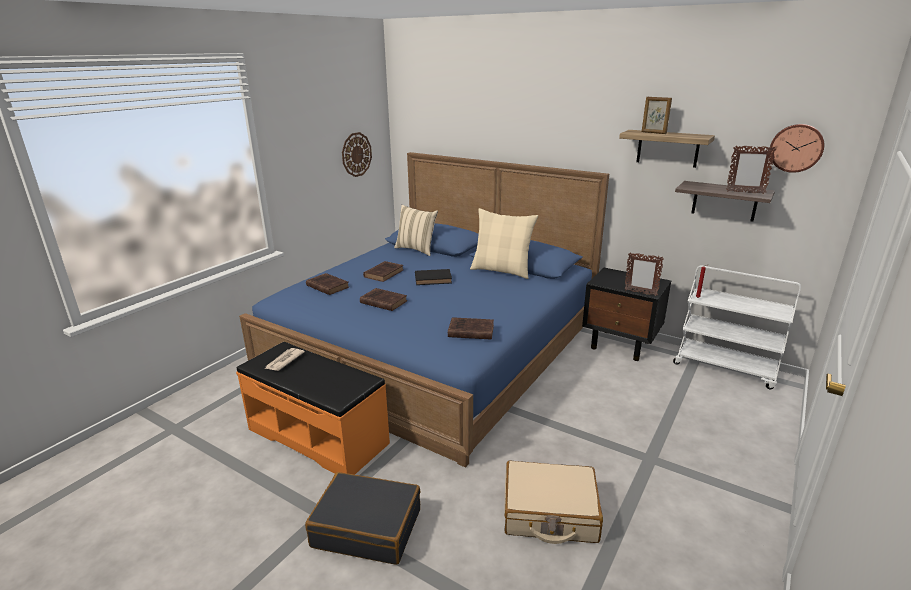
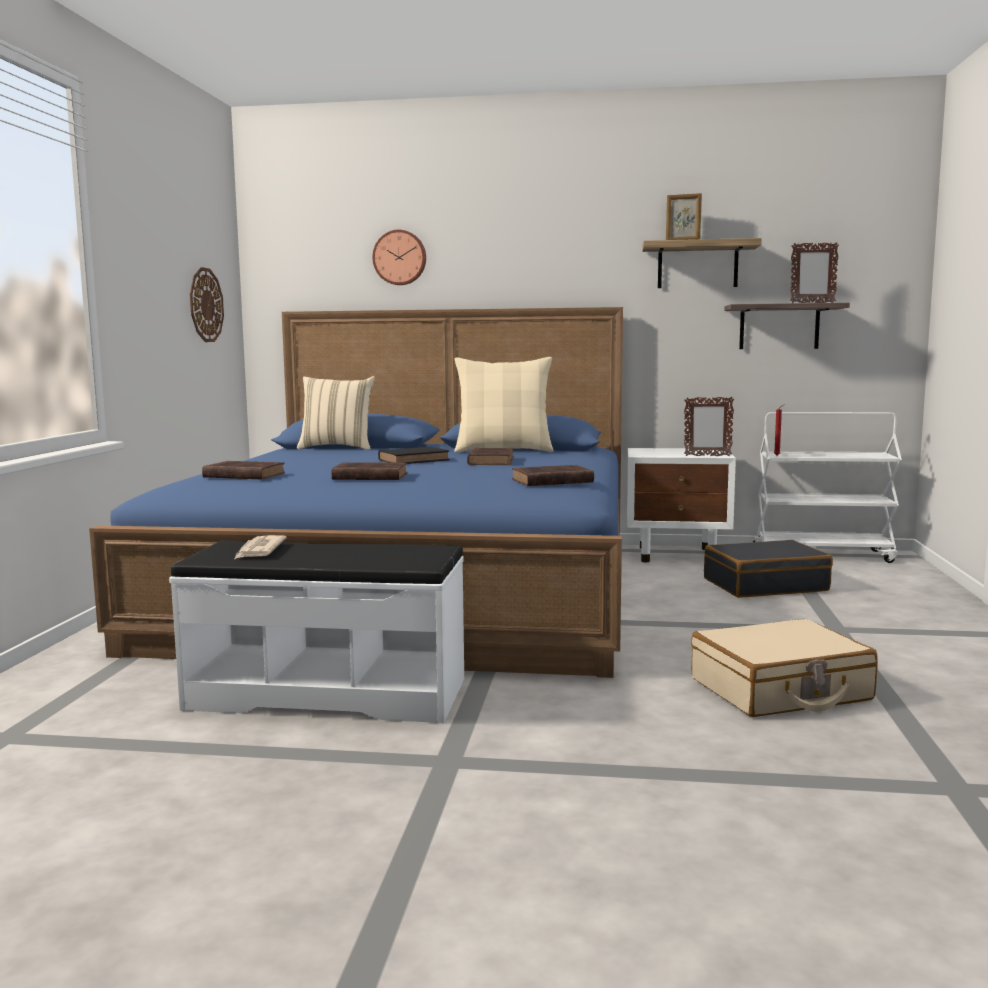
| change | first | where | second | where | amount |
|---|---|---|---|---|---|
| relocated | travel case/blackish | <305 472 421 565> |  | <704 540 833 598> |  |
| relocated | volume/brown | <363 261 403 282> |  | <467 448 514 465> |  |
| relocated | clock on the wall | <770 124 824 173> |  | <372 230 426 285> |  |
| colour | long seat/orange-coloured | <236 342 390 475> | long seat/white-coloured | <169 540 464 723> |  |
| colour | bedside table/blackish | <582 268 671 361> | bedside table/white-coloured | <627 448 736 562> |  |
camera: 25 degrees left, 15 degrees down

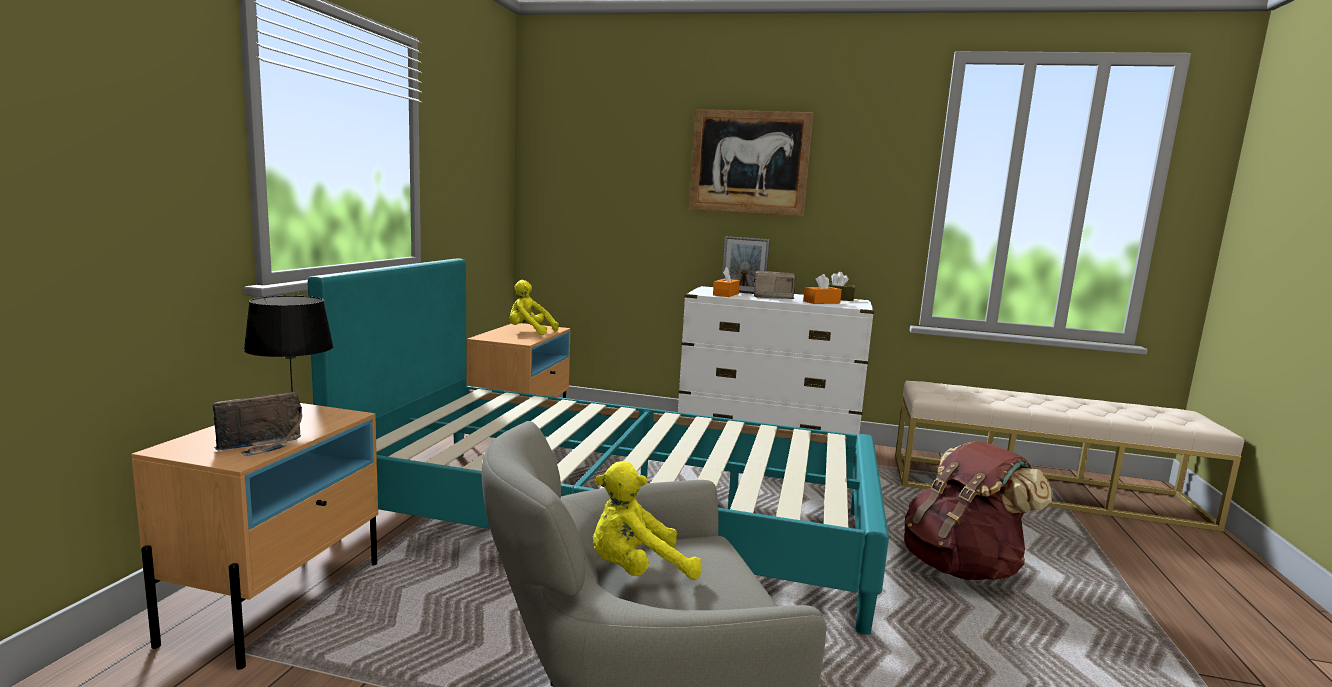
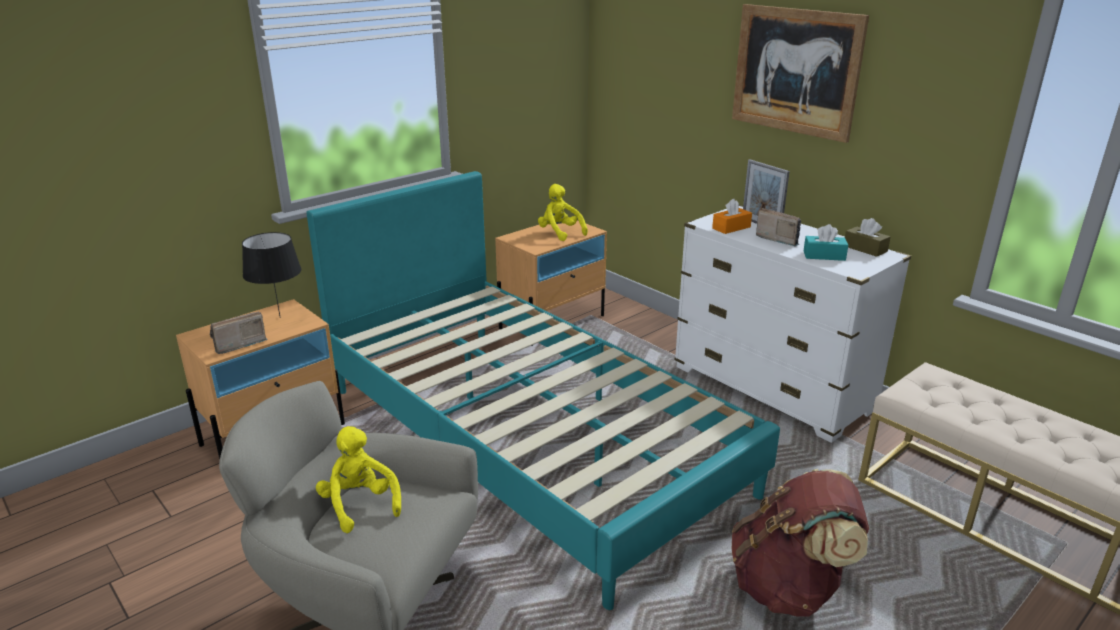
| change | first | where | second | where | amount |
|---|---|---|---|---|---|
| colour | box of tissues/orange-coloured | <803 274 842 304> | box of tissues/turquoise-coloured | <804 224 848 261> |  |
| spun | radio | <213 392 302 456> |  | <210 312 268 354> | 150 degrees clockwise |
| spun | cuddly toy/yellowish | <593 461 701 580> |  | <316 426 401 533> | 45 degrees clockwise |
camera: 35 degrees right, 15 degrees up

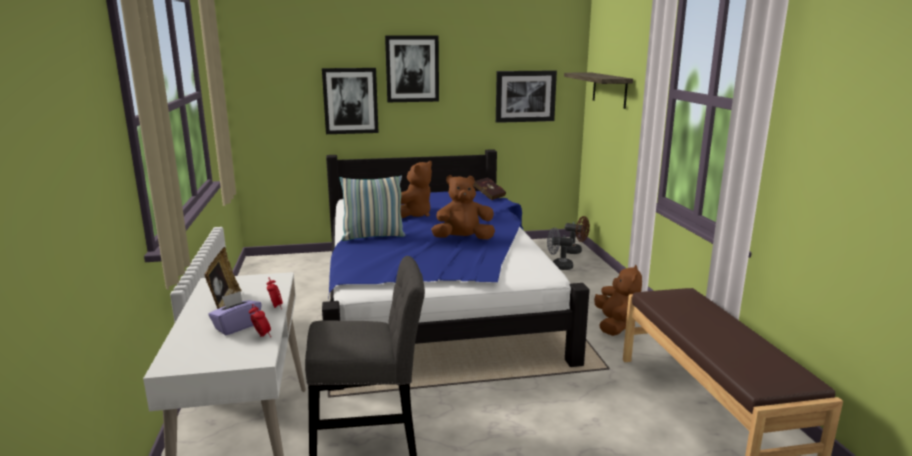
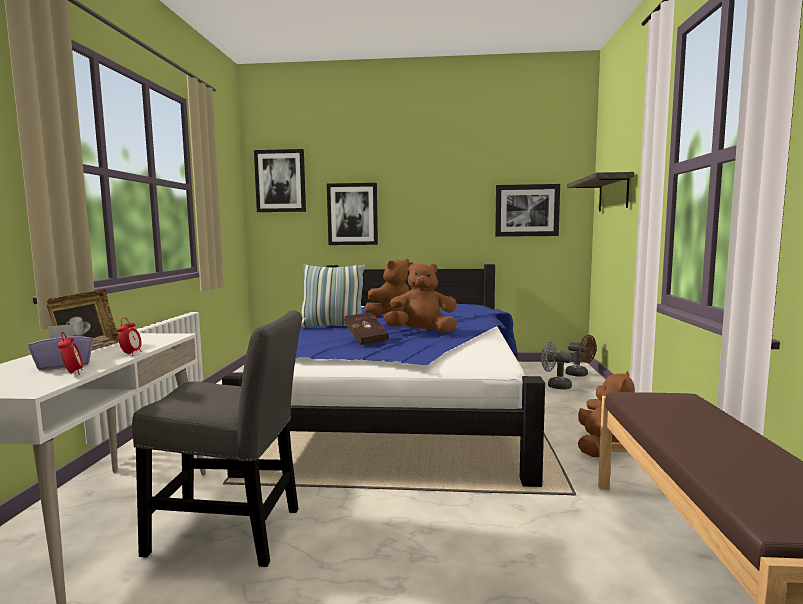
| change | first | where | second | where | amount |
|---|---|---|---|---|---|
| relocated | picture | <385 36 439 102> |  | <254 149 306 212> |  |
| relocated | volume/reddish | <473 177 506 200> |  | <344 312 389 345> |  |
camera: 15 degrees right, 10 degrees down

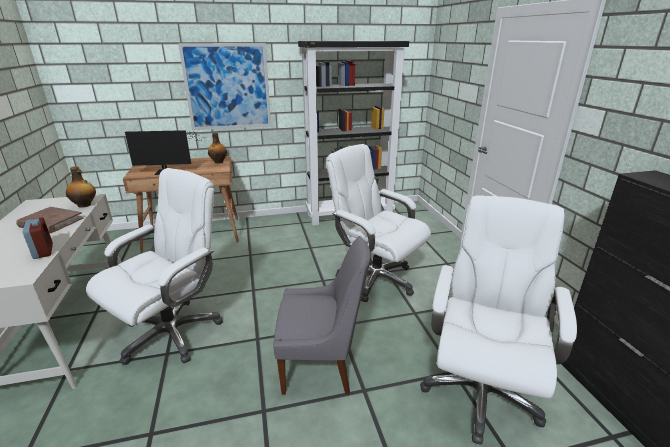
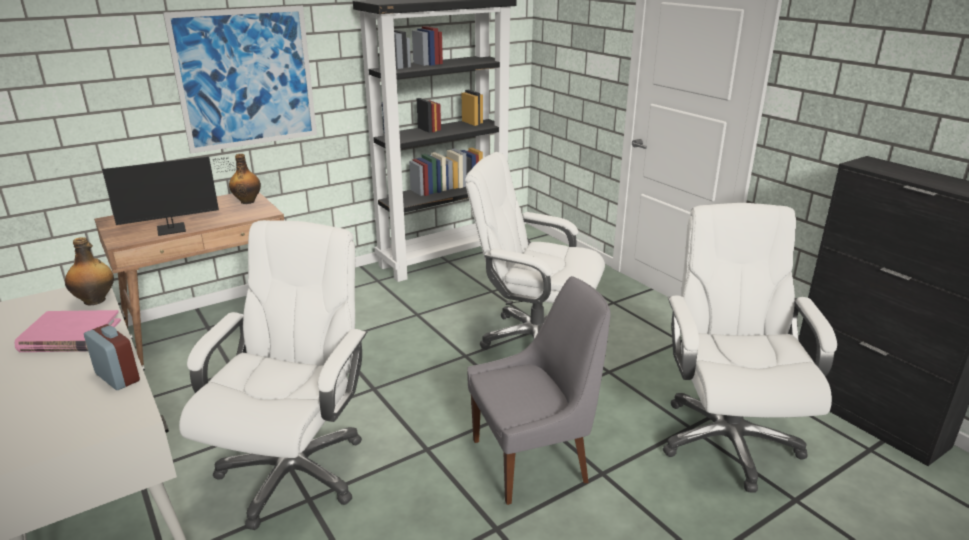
| change | first | where | second | where | amount |
|---|---|---|---|---|---|
| colour | volume/brown | <16 207 84 233> | volume/pink | <15 310 121 352> |  |
camera: 20 degrees left, 0 degrees up

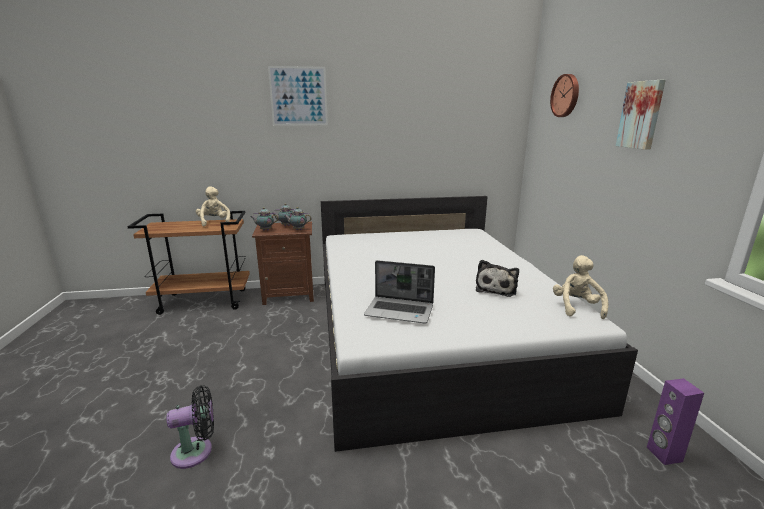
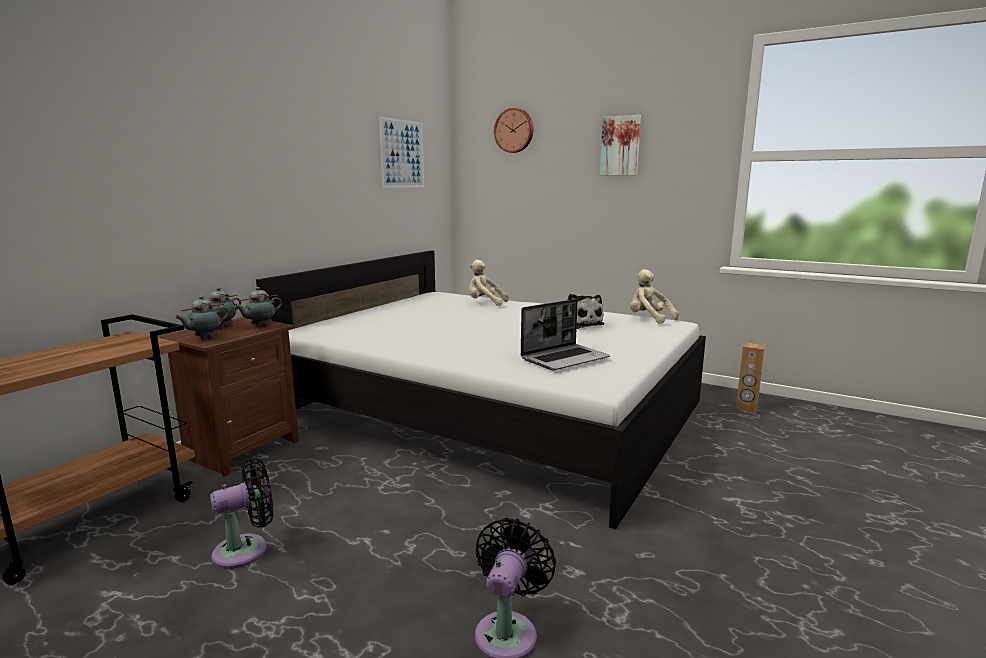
| change | first | where | second | where | amount |
|---|---|---|---|---|---|
| appeared |  |  | cooling fan/blackish | <210 458 273 569> |  |
| relocated | cuddly toy/beige | <196 186 230 226> |  | <469 260 509 306> |  |
| relocated | picture | <268 66 328 126> |  | <379 116 424 188> |  |
| colour | audio speaker/purplish | <647 378 704 465> | audio speaker/brown | <736 342 765 413> |  |
camera: 50 degrees left, 5 degrees down

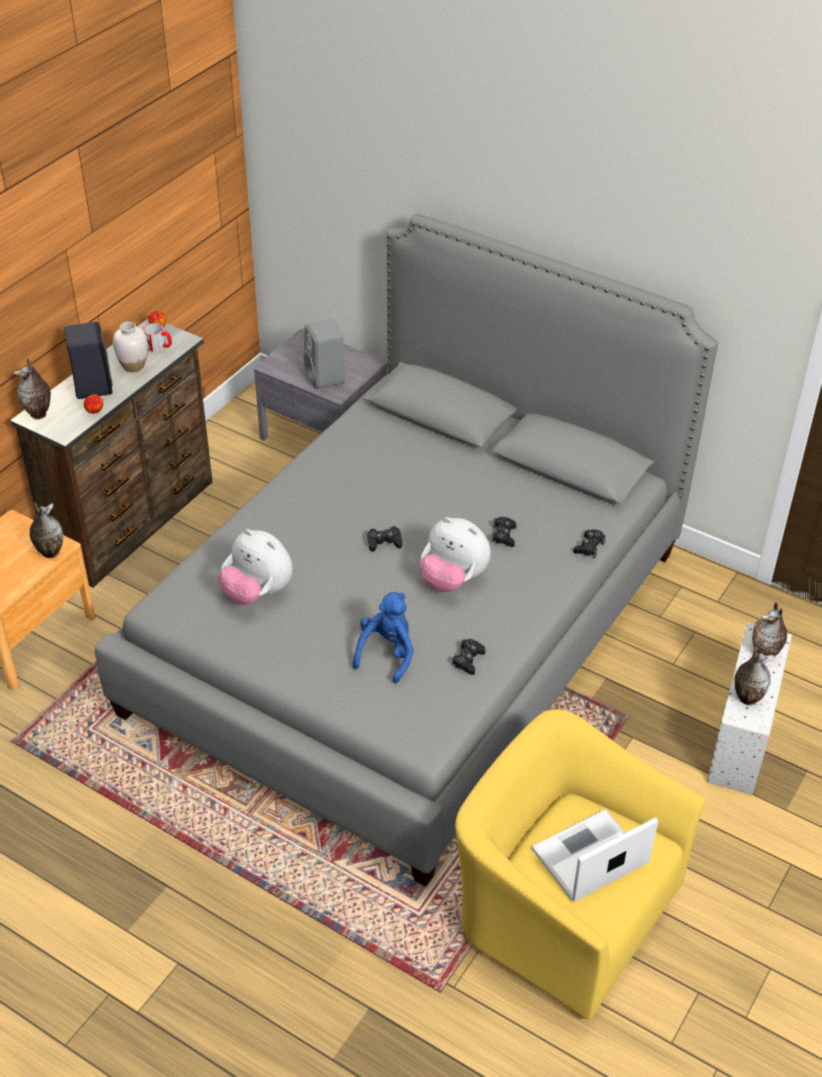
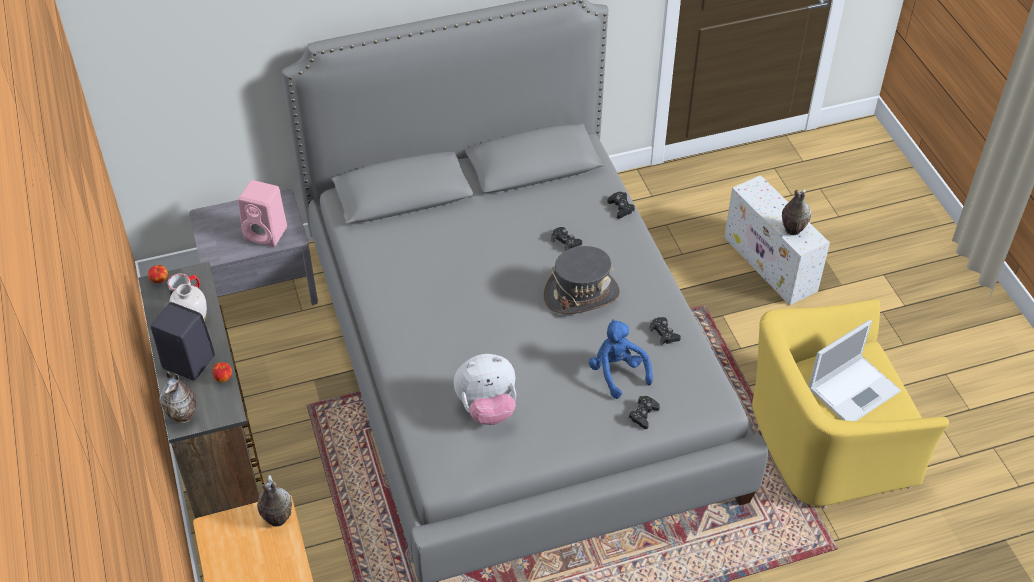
| change | first | where | second | where | amount |
|---|---|---|---|---|---|
| missing | flower vase | <752 602 787 656> |  |  |  |
| relocated | joypad/blackish | <367 526 402 552> |  | <629 396 660 429> |  |
| exchanged | cuddly toy | <419 517 491 592> | wearable hat/grey | <544 246 620 314> |  |
| colour | audio speaker/grey | <303 319 345 389> | audio speaker/pink | <238 180 287 247> |  |
| spun | portable computer | <532 809 658 902> |  | <809 320 901 421> | 135 degrees counterclockwise |
camera: 50 degrees left, 5 degrees up

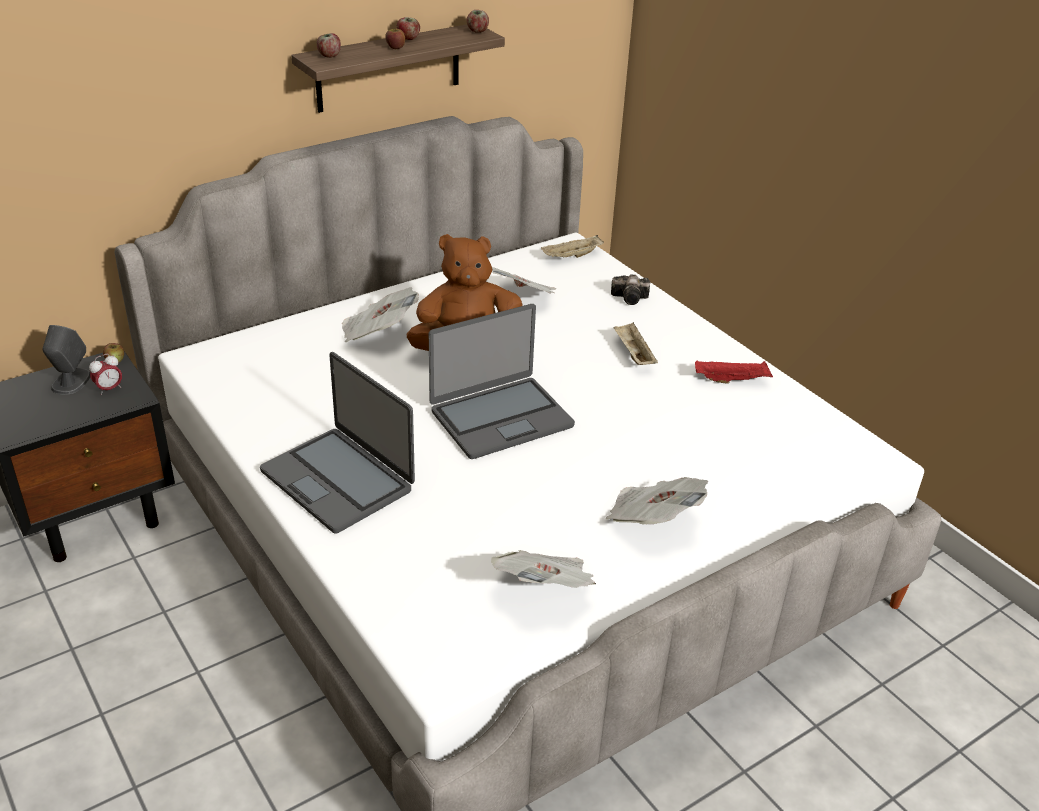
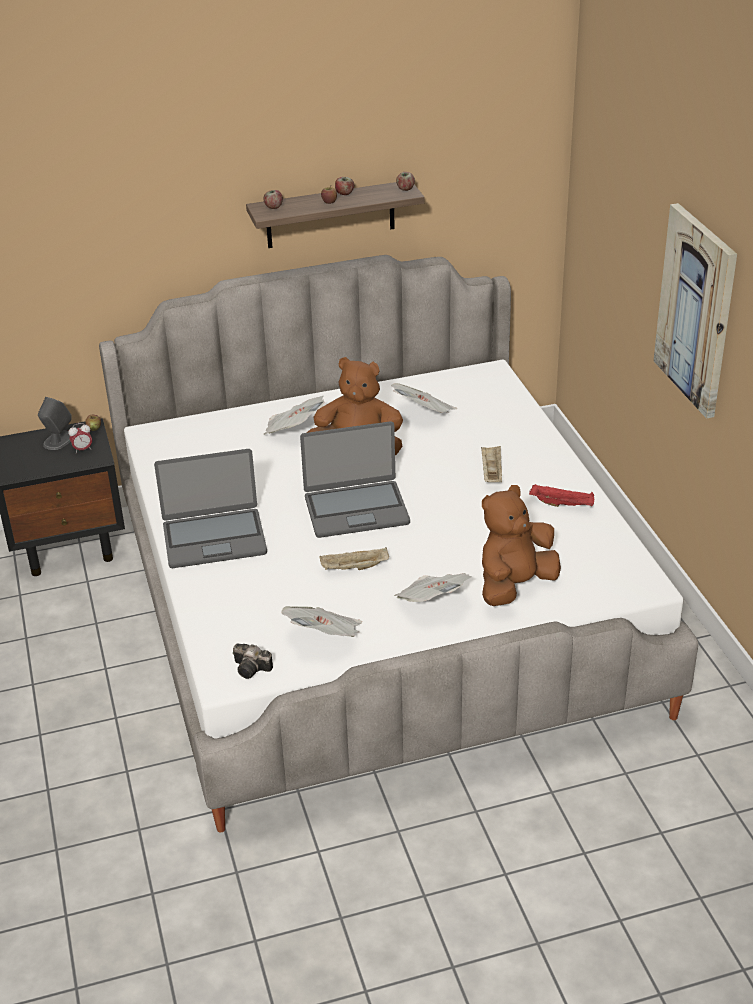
| change | first | where | second | where | amount |
|---|---|---|---|---|---|
| appeared |  |  | cuddly toy/brown | <482 485 561 606> |  |
| appeared |  |  | picture | <653 203 737 419> |  |
| relocated | carrying tray/beige | <541 235 604 258> |  | <319 547 389 570> |  |
| relocated | still camera | <611 274 650 305> |  | <233 643 273 679> |  |
| spun | portable computer | <260 352 415 533> |  | <154 449 267 568> | 75 degrees counterclockwise |
camera: 20 degrees right, 0 degrees up

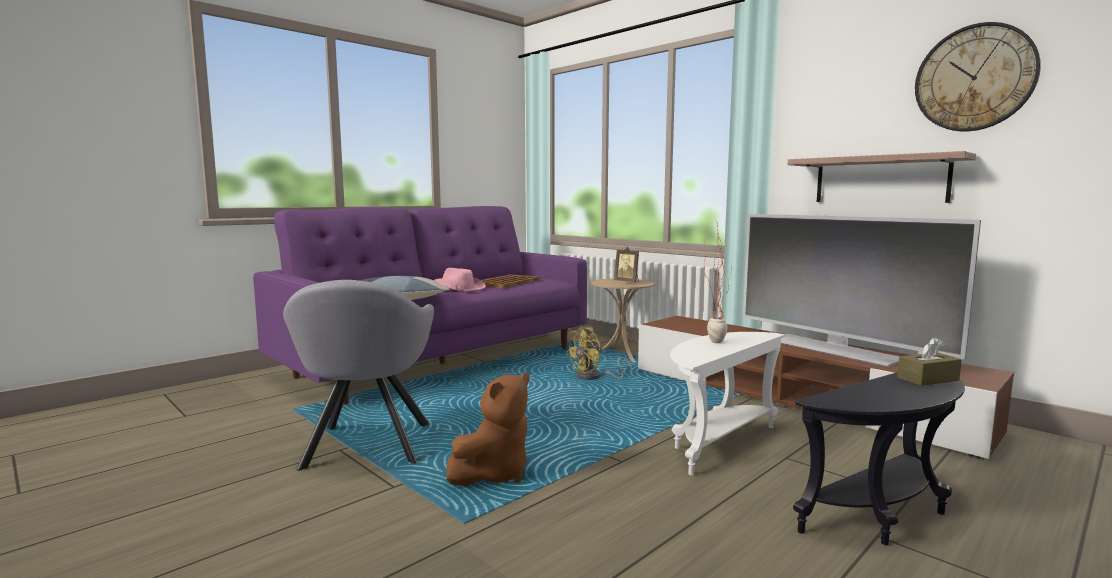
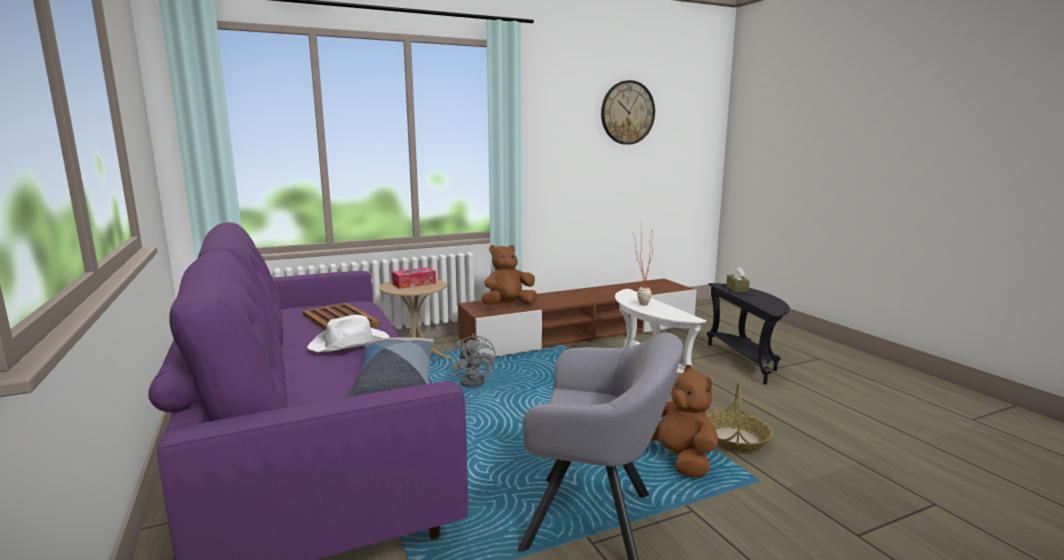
| change | first | where | second | where | amount |
|---|---|---|---|---|---|
| missing | TV set | <743 214 981 367> |  |  |  |
| missing | bracket shelf | <788 151 976 203> |  |  |  |
| appeared |  |  | cuddly toy/brown | <481 245 537 305> |  |
| appeared |  |  | storage basket | <706 382 773 453> |  |
| exchanged | standing frame | <614 247 639 282> | box of tissues | <392 267 436 289> |  |
| colour | wearable hat/pink | <434 268 486 291> | wearable hat/white-coloured | <307 315 390 352> |  |
| colour | cooling fan/yellowish | <566 327 632 380> | cooling fan/grey | <451 334 496 387> |  |
camera: 70 degrees left, 5 degrees up

